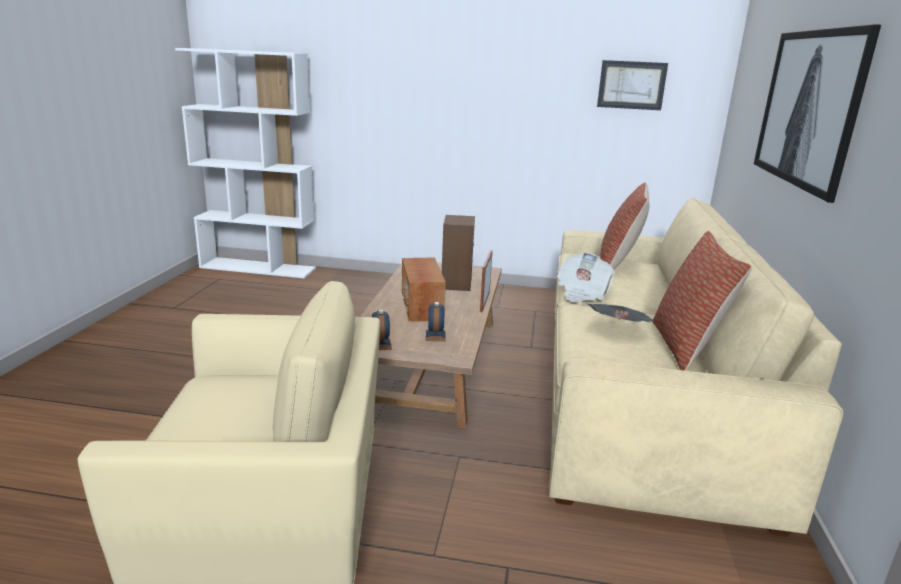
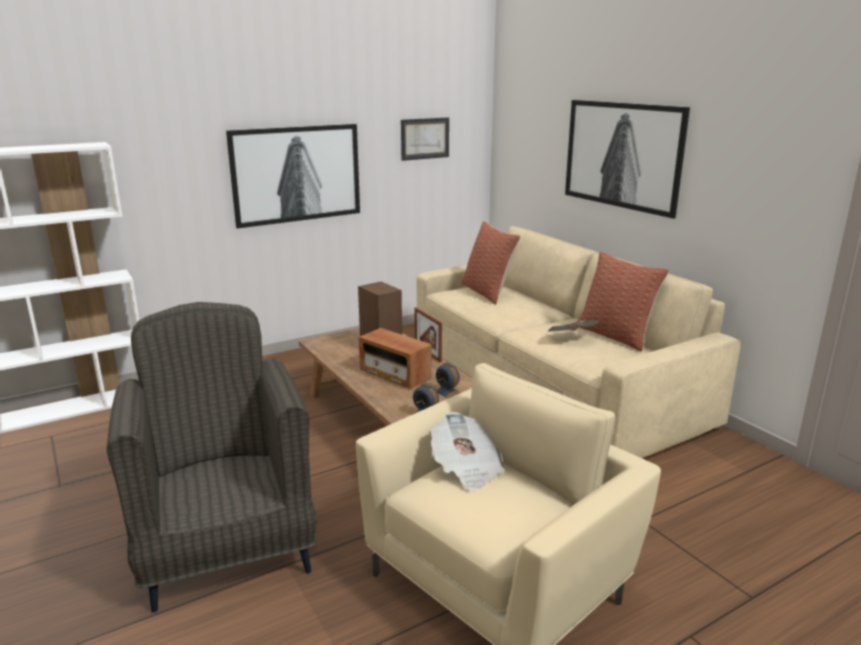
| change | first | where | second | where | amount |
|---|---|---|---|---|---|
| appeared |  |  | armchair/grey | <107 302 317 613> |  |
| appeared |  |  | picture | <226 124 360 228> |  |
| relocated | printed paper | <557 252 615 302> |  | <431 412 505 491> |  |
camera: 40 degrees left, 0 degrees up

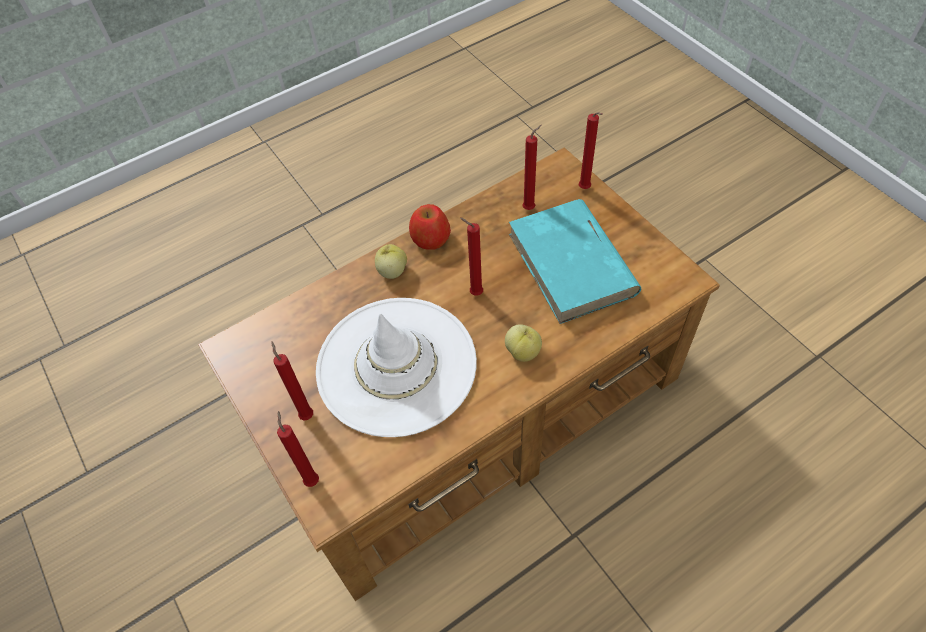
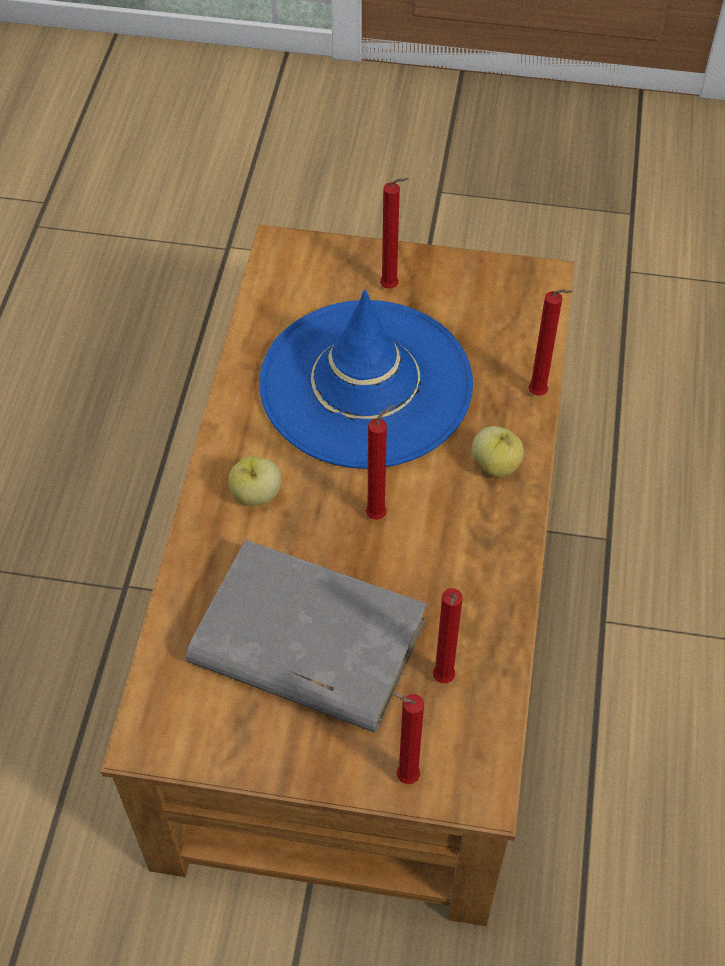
| change | first | where | second | where | amount |
|---|---|---|---|---|---|
| missing | apple | <409 204 451 250> |  |  |  |
| relocated | wax light/reddish | <277 411 319 487> |  | <528 289 573 396> |  |
| colour | wearable hat/white-coloured | <316 298 477 437> | wearable hat/bluish | <259 290 473 469> |  |
| colour | volume/turquoise-coloured | <509 199 641 324> | volume/grey | <186 539 427 733> |  |
camera: 130 degrees right, 0 degrees up

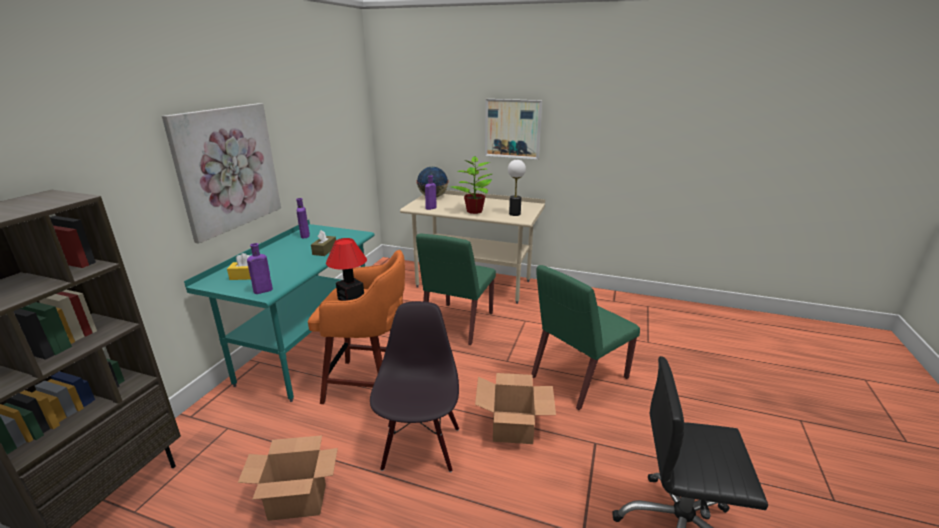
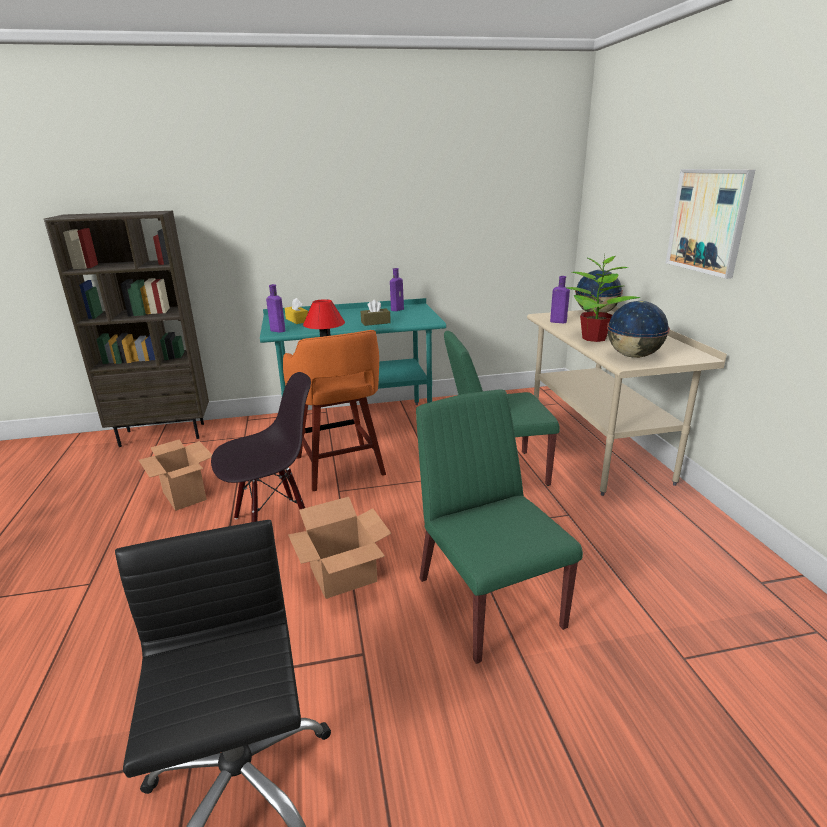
| change | first | where | second | where | amount |
|---|---|---|---|---|---|
| missing | picture | <162 103 281 244> |  |  |  |
| exchanged | table lamp | <508 159 526 216> | globe | <607 301 670 358> |  |
| spun | upright chair/green | <531 265 640 410> |  | <416 389 583 664> | 45 degrees clockwise |
camera: 60 degrees right, 0 degrees up

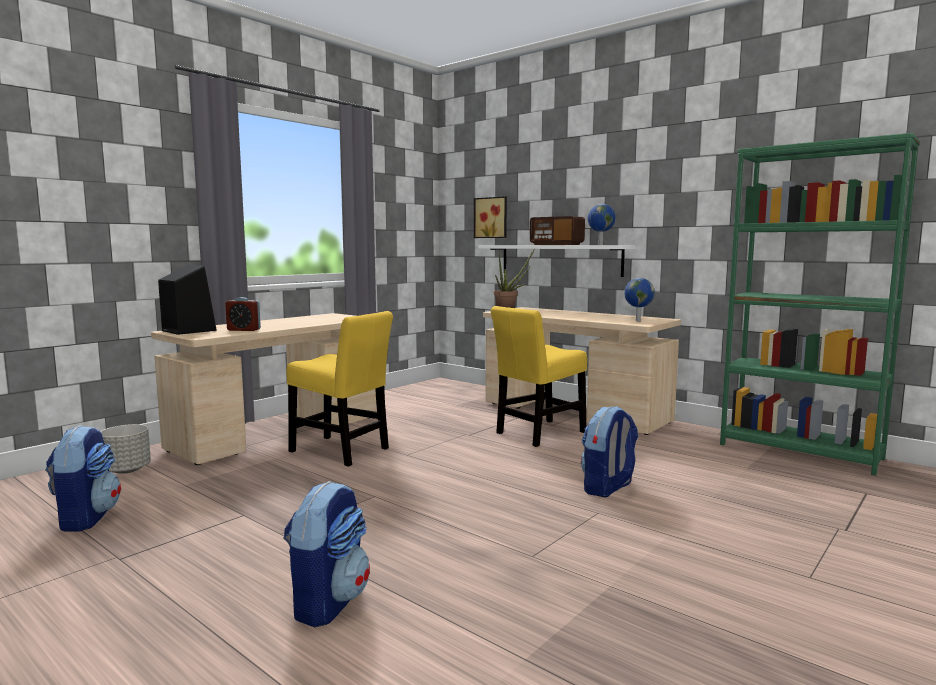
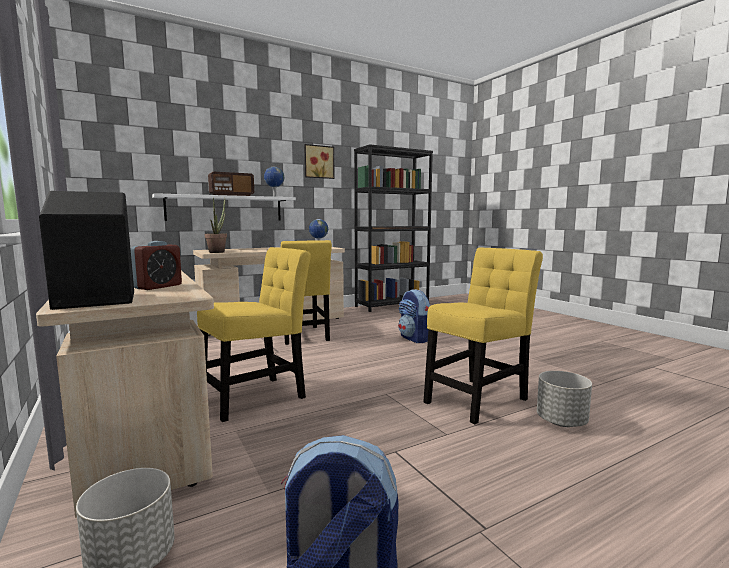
| change | first | where | second | where | amount |
|---|---|---|---|---|---|
| appeared |  |  | upright chair/yellowish | <423 247 543 424> |  |
| relocated | picture | <474 196 507 238> |  | <304 144 335 179> |  |
| exchanged | backpack | <284 481 370 627> | flower pot/grey | <537 371 592 427> |  |
| colour | shelving unit/green | <720 133 920 476> | shelving unit/blackish | <354 144 433 312> |  |
camera: 70 degrees left, 0 degrees up

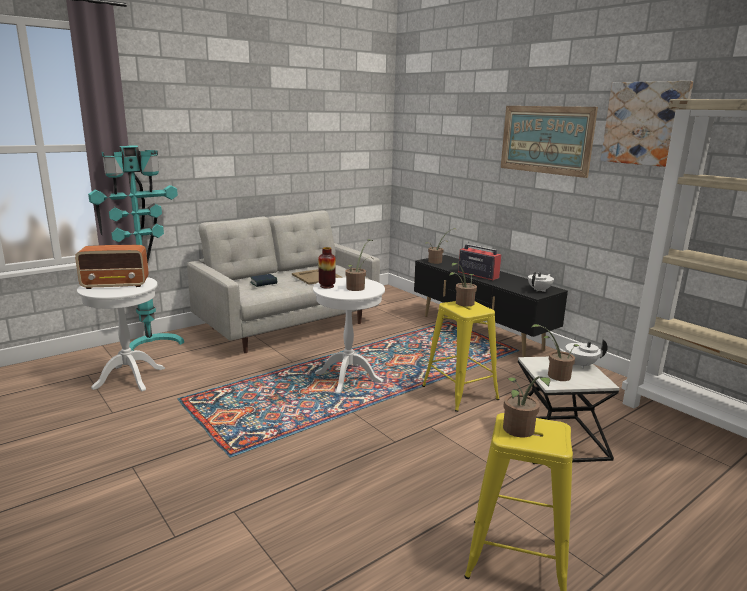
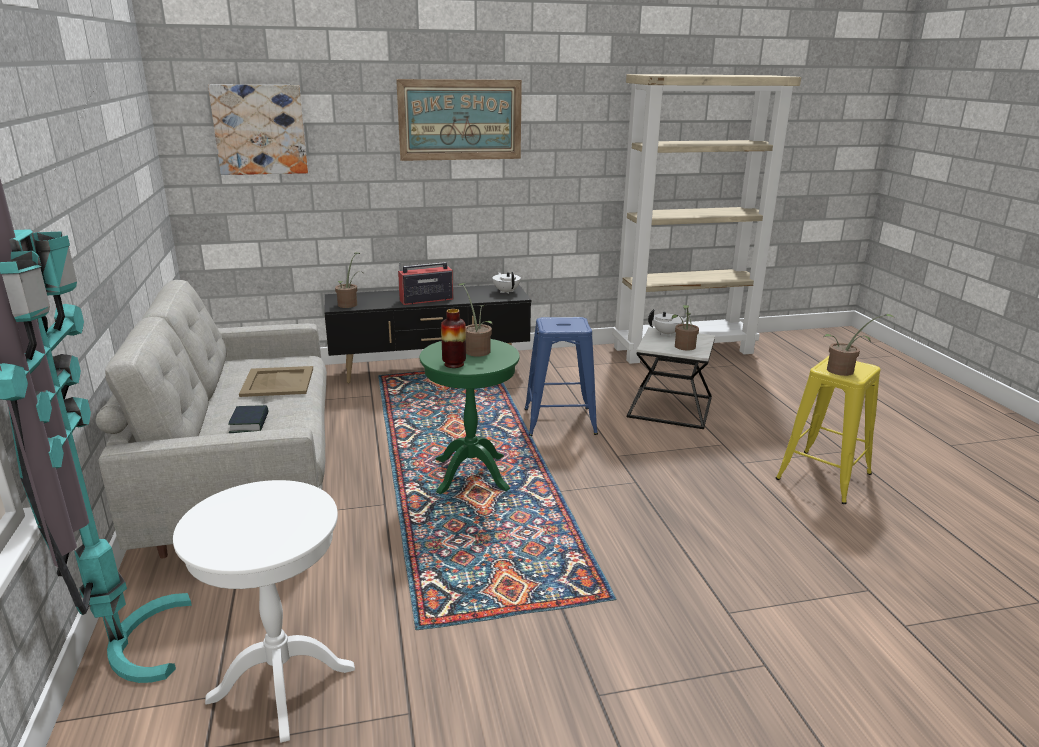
| change | first | where | second | where | amount |
|---|---|---|---|---|---|
| missing | radio | <75 245 149 289> |  |  |  |
| missing | potted plant | <449 263 477 307> |  |  |  |
| relocated | picture | <601 81 693 167> |  | <208 85 308 175> |  |
| colour | end table/white-coloured | <313 277 385 394> | end table/green | <420 339 520 494> |  |
| colour | stool seat/yellowish | <422 301 500 412> | stool seat/bluish | <524 317 598 436> |  |
| spun | teapot/white-coloured | <559 339 608 369> |  | <648 309 689 337> | 135 degrees counterclockwise |
camera: 65 degrees left, 5 degrees up

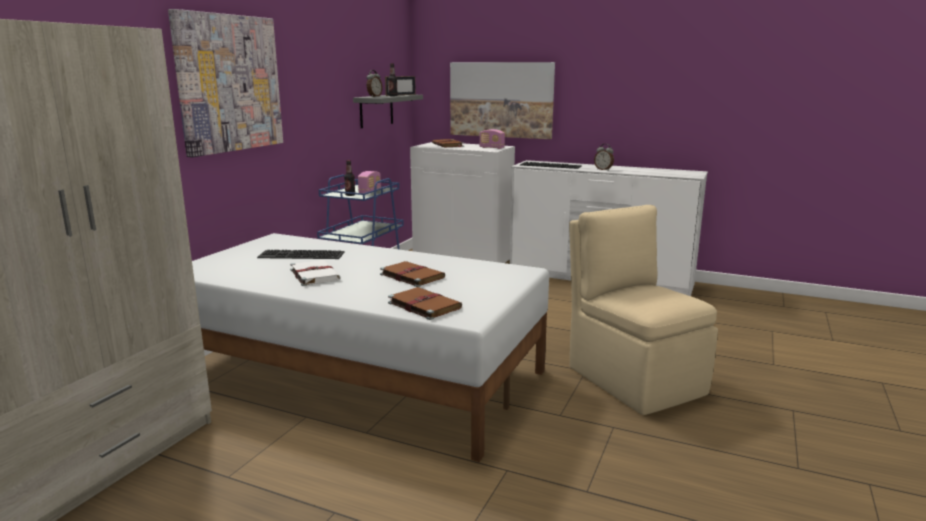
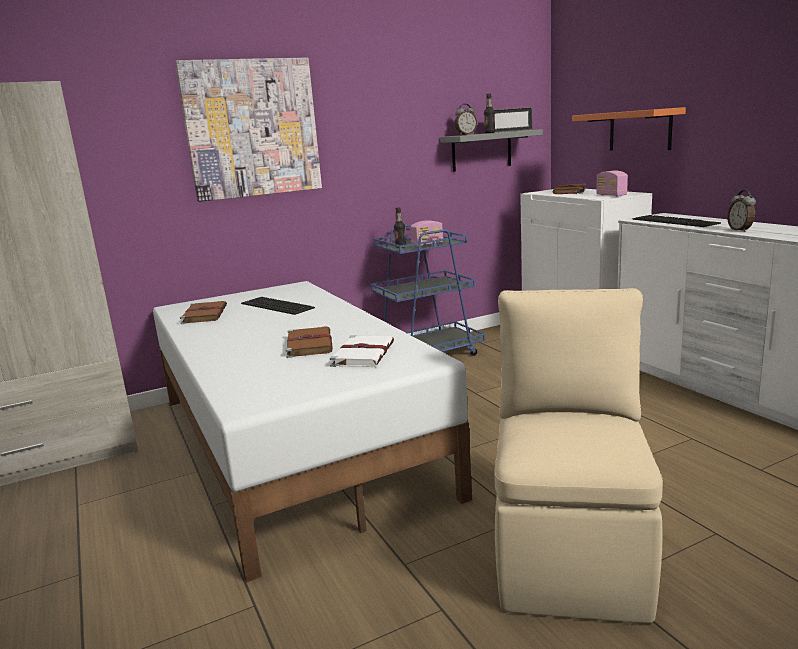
| change | first | where | second | where | amount |
|---|---|---|---|---|---|
| relocated | volume/white-coloured | <290 260 341 286> |  | <330 335 394 367> |  |
| relocated | volume/brown | <388 287 462 320> |  | <180 301 227 324> |  |
| exchanged | picture | <450 62 555 139> | bracket shelf/orange-coloured | <572 107 686 150> |  |
camera: 40 degrees right, 0 degrees up

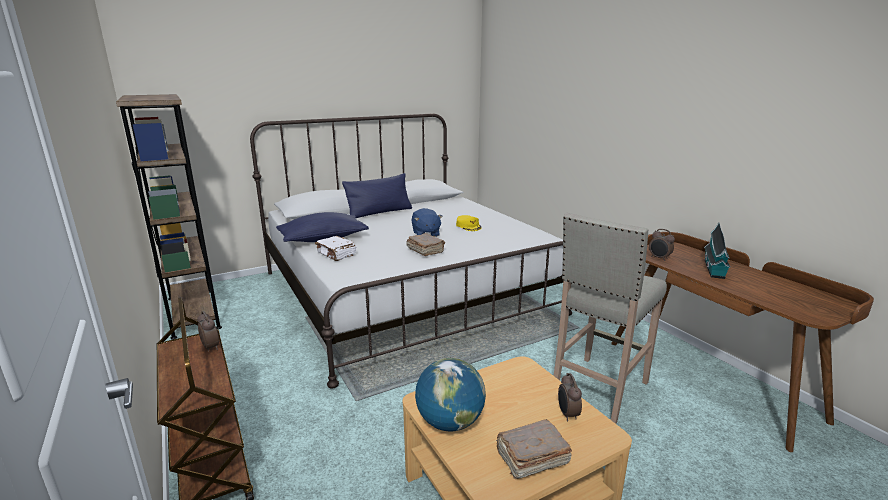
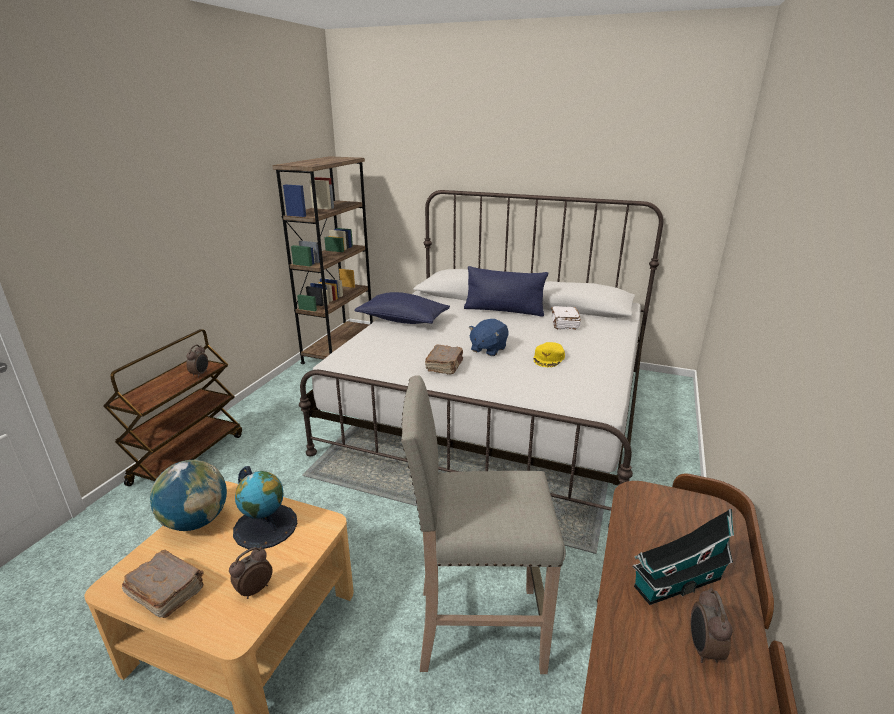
| change | first | where | second | where | amount |
|---|---|---|---|---|---|
| appeared |  |  | globe | <233 466 297 549> |  |
| relocated | volume/white-coloured | <315 236 356 261> |  | <551 306 581 330> |  |
| relocated | bedside clock | <649 229 675 261> |  | <691 588 733 663> |  |
camera: 50 degrees right, 5 degrees up

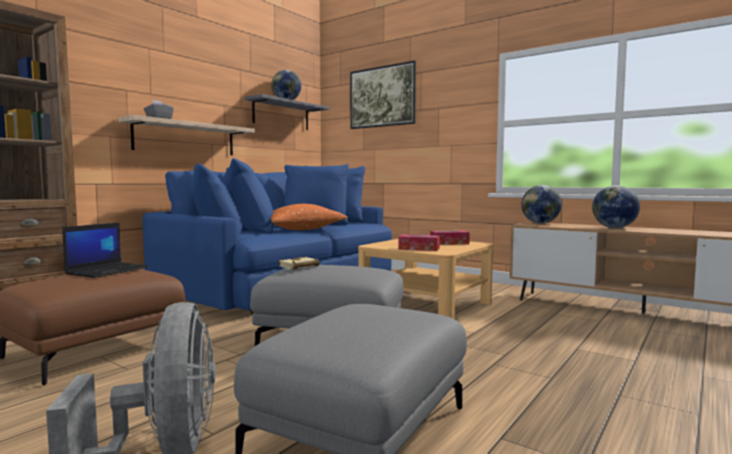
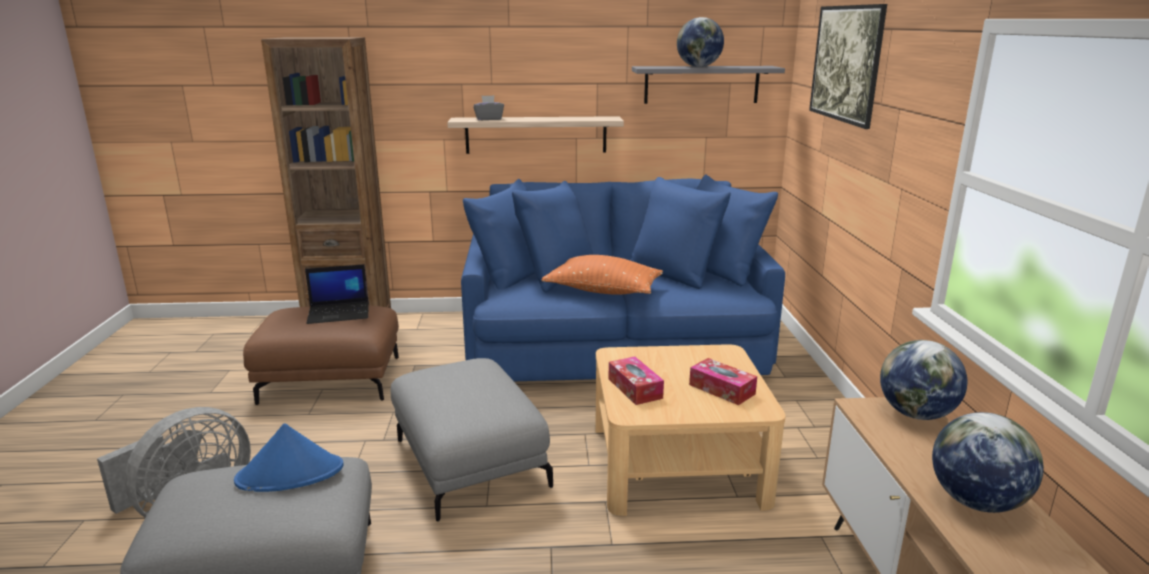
| change | first | where | second | where | amount |
|---|---|---|---|---|---|
| missing | volume/beige | <278 256 320 270> |  |  |  |
| appeared |  |  | wearable hat/bluish | <234 423 344 492> |  |
camera: 50 degrees right, 15 degrees up

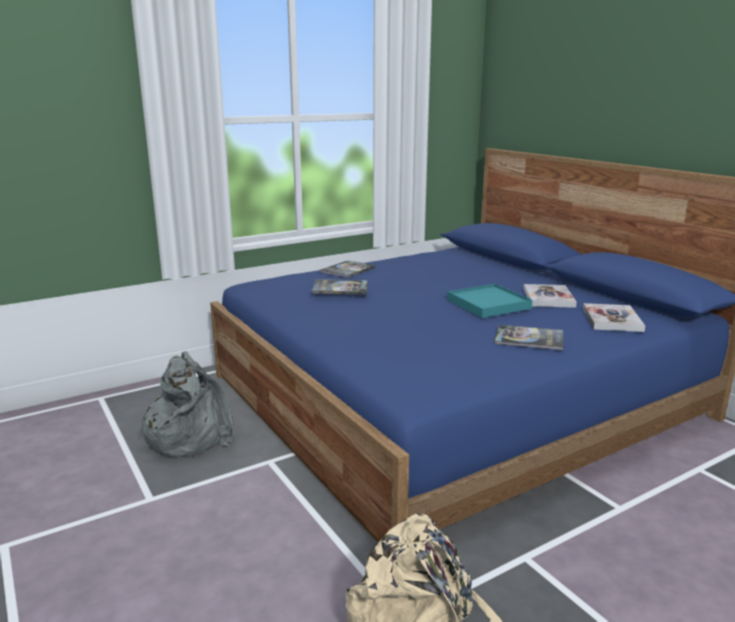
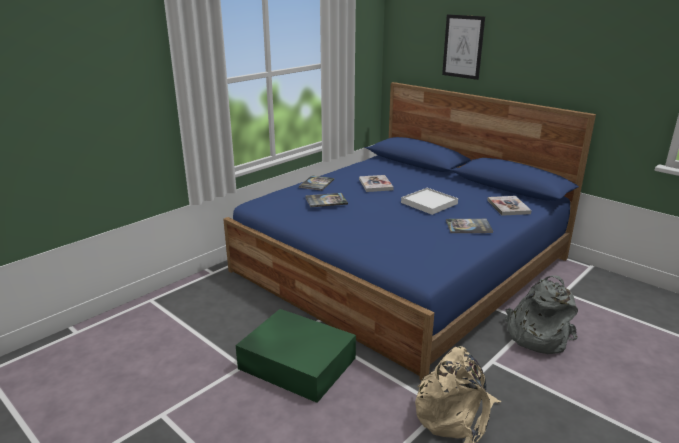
| change | first | where | second | where | amount |
|---|---|---|---|---|---|
| appeared |  |  | storage container/green | <236 309 356 403> |  |
| appeared |  |  | picture | <442 14 485 80> |  |
| relocated | backpack/grey | <138 351 234 457> |  | <505 275 578 354> |  |
| relocated | volume | <523 284 577 308> |  | <359 175 394 192> |  |
| colour | carrying tray/turquoise-coloured | <447 284 533 318> | carrying tray/white-coloured | <401 188 458 215> |  |
camera: 15 degrees left, 5 degrees up

